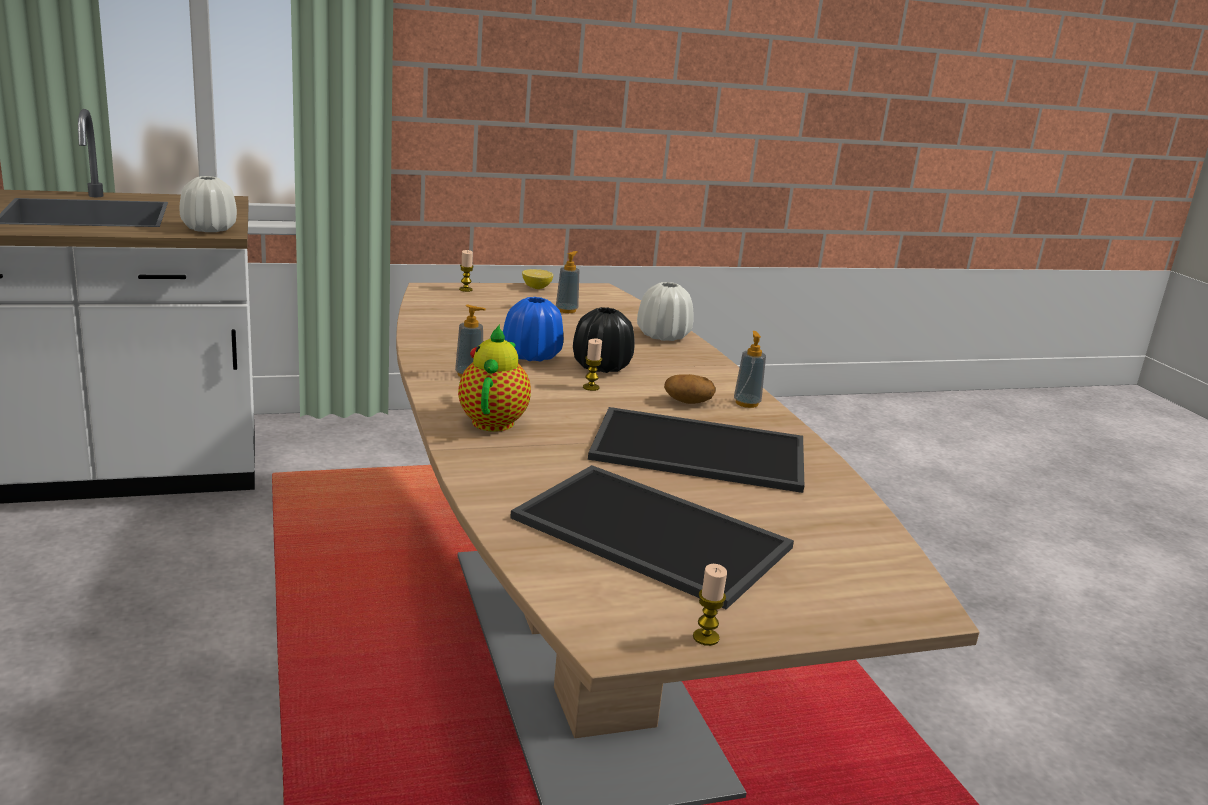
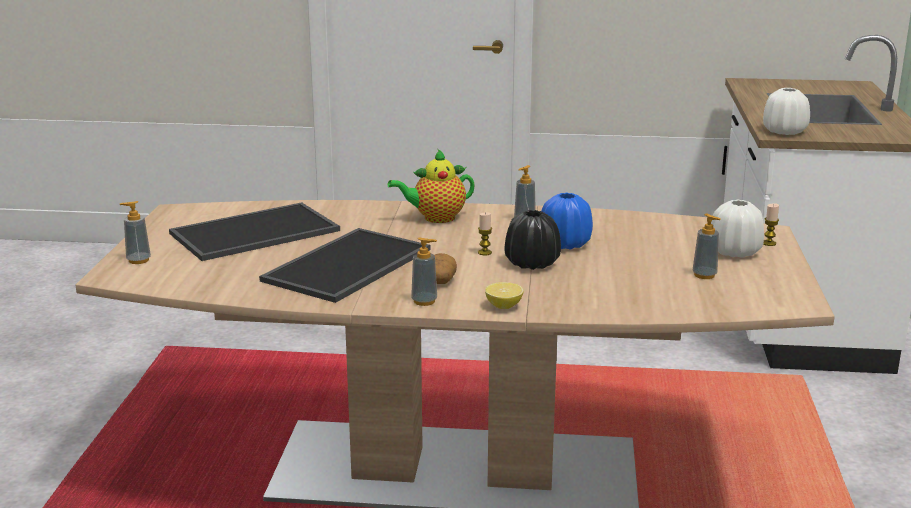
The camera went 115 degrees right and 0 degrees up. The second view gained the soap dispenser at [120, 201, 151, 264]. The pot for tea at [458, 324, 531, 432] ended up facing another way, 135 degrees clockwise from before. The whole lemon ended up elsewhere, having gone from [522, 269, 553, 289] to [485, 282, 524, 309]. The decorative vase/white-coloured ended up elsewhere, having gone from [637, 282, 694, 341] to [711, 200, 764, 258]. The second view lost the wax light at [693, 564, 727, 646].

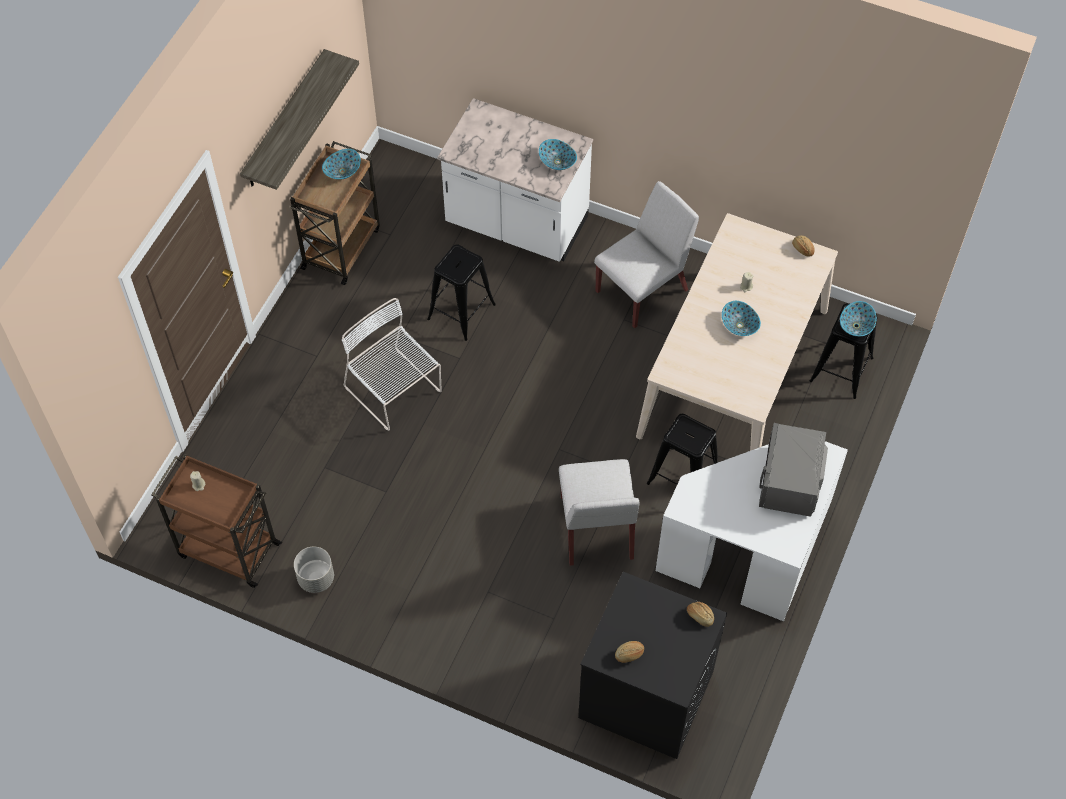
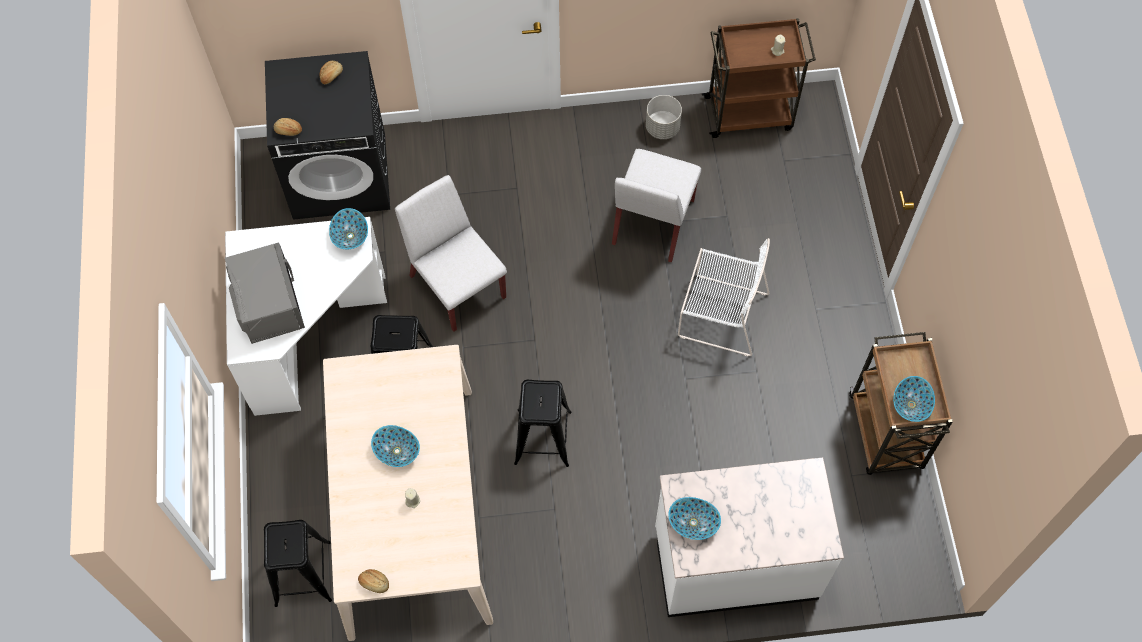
The camera went 150 degrees right and 5 degrees up. The deep dish ended up elsewhere, having gone from [840, 301, 877, 336] to [329, 208, 368, 249]. The sitting stool/black-coloured ended up elsewhere, having gone from [427, 244, 496, 341] to [514, 380, 571, 467]. The chair/white-coloured ended up elsewhere, having gone from [594, 181, 699, 328] to [612, 149, 701, 262]. The second view lost the wall shelf at [240, 49, 359, 190].

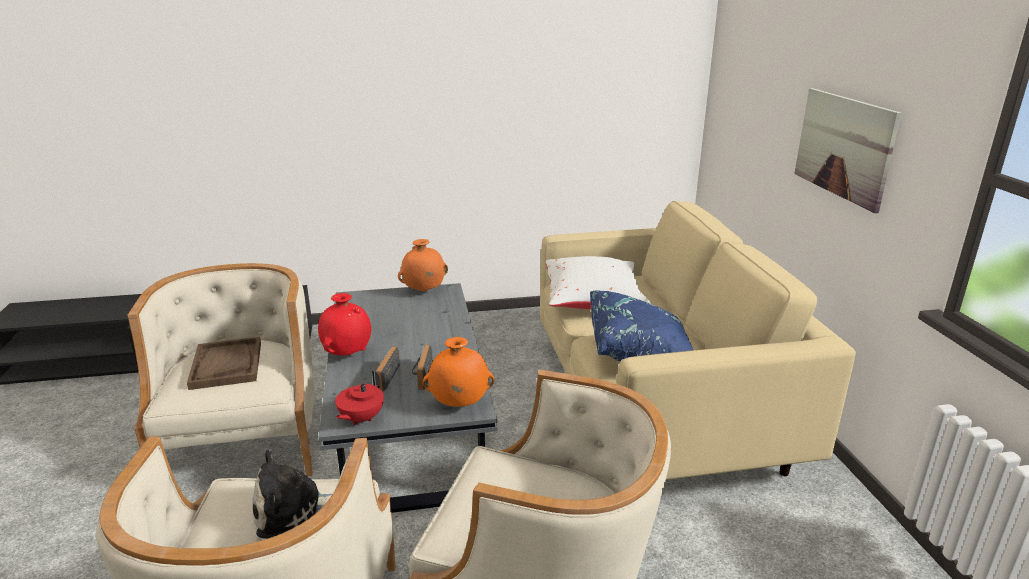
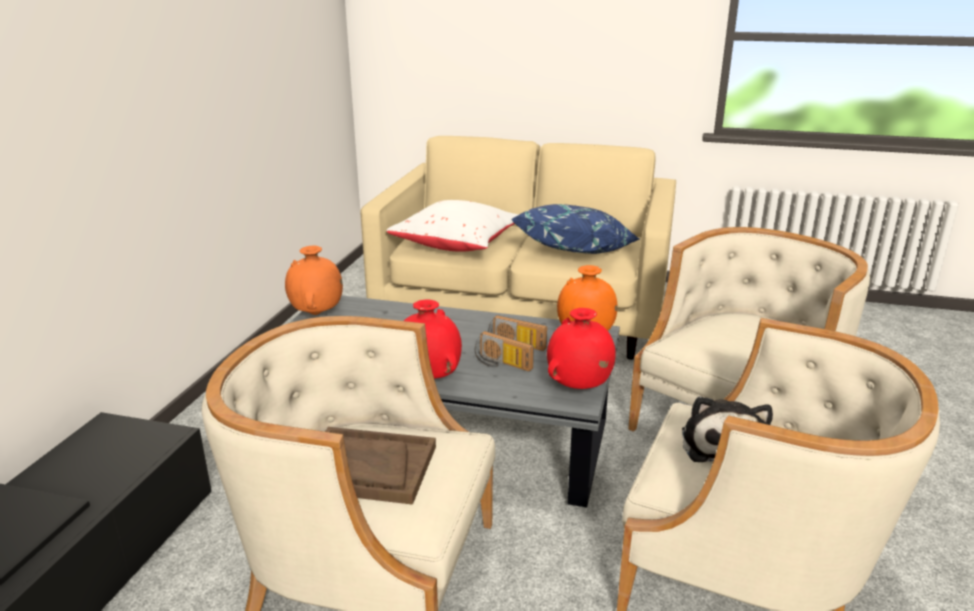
The camera went 65 degrees left and 0 degrees up. Where the pot for tea/red stood at [335, 371, 384, 425], the decorative vase/red came to stand at [547, 308, 616, 389]. The second view lost the wall picture at [794, 88, 901, 213].

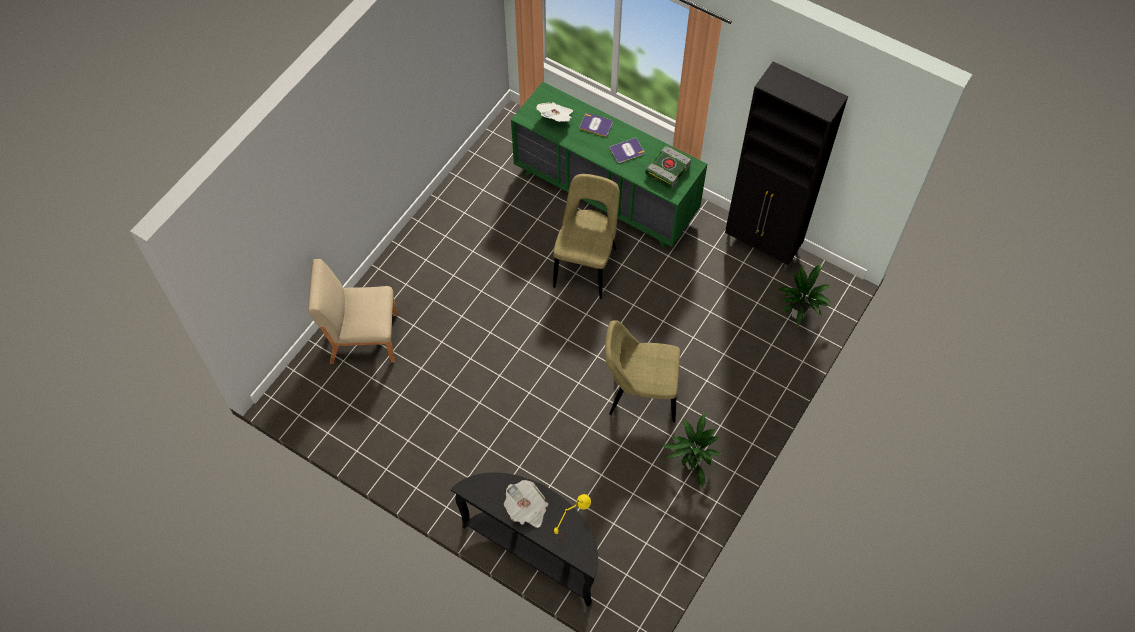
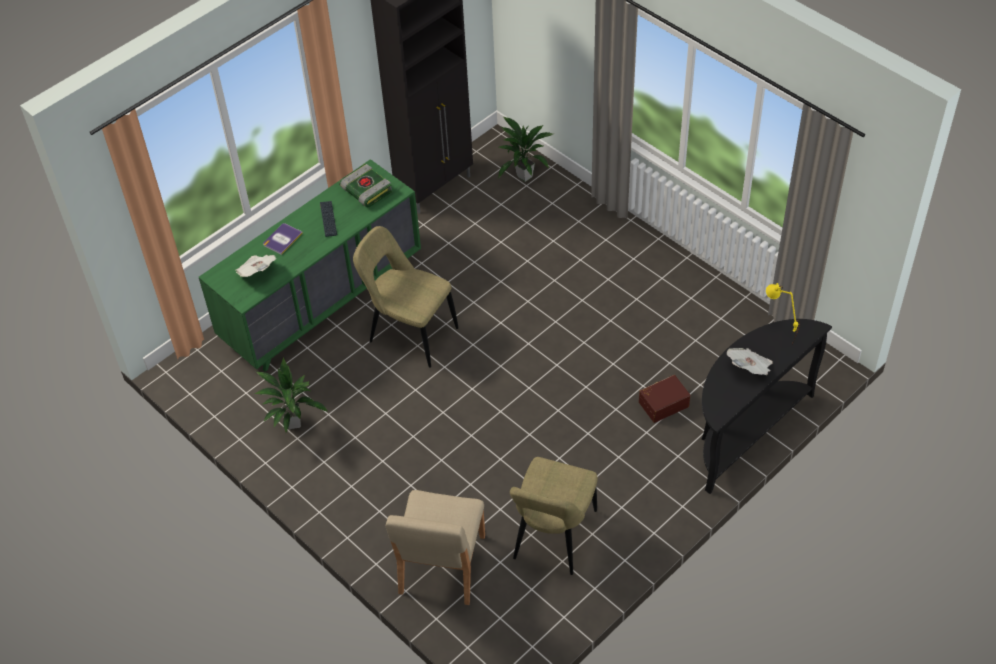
The camera went 75 degrees left and 10 degrees down. The houseplant ended up elsewhere, having gone from [662, 412, 722, 488] to [254, 357, 328, 432]. Where the volume stood at [609, 138, 644, 163], the PC keyboard came to stand at [320, 201, 337, 237]. The chair/sand-coloured ended up elsewhere, having gone from [605, 320, 680, 423] to [510, 457, 598, 575]. The second view gained the storage container/brownish at [639, 375, 690, 423].

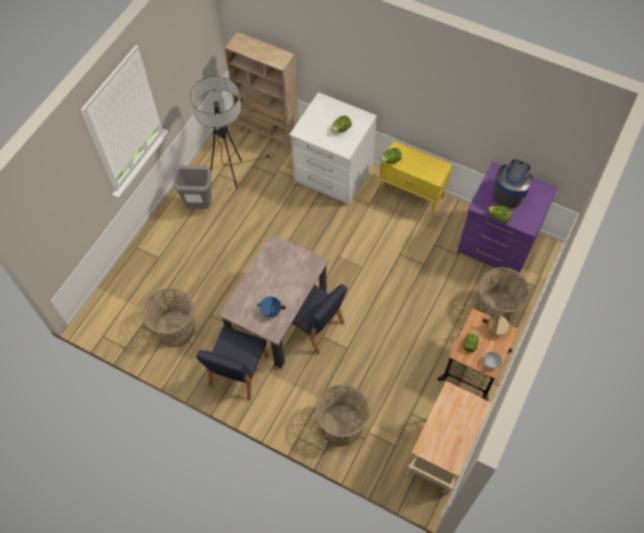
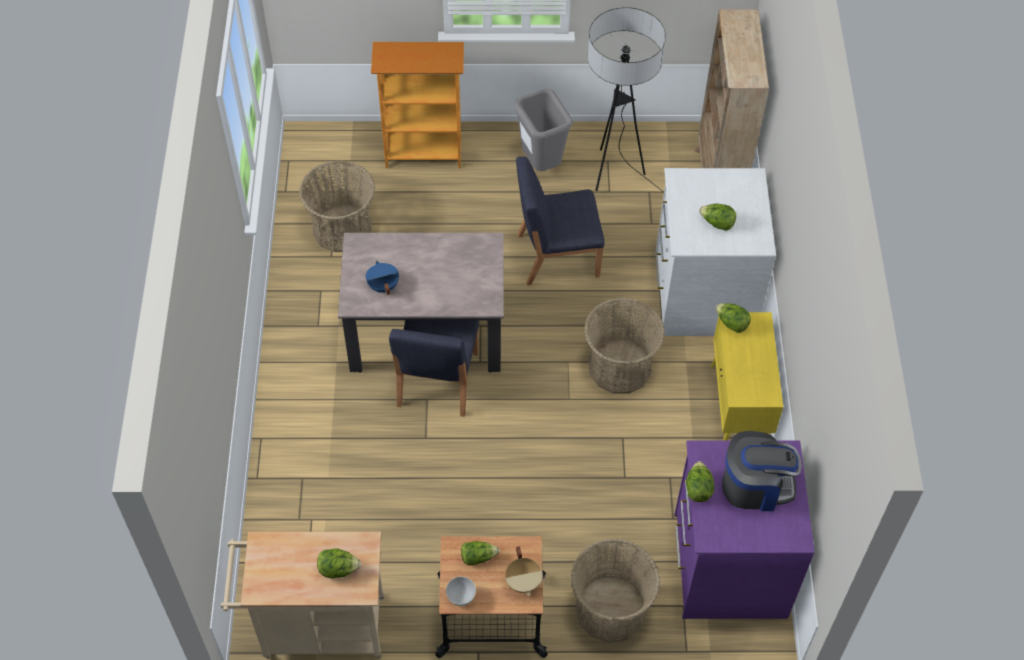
The camera went 60 degrees right and 5 degrees down. The second view gained the lettuce at [317, 548, 361, 578]. The second view gained the shelving unit at [371, 42, 464, 168]. The chair/bluish ended up elsewhere, having gone from [196, 327, 269, 401] to [516, 156, 605, 286]. The storage basket ended up elsewhere, having gone from [315, 384, 370, 446] to [584, 298, 665, 394].

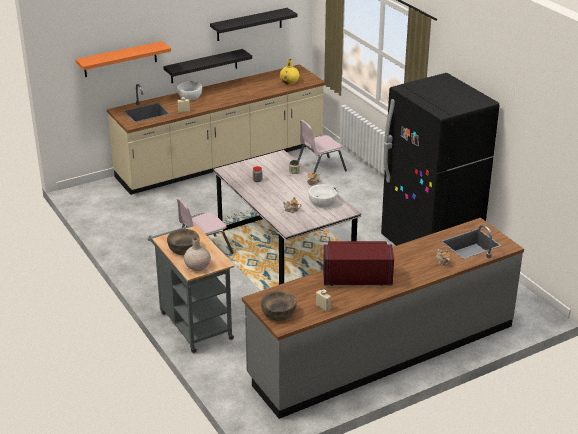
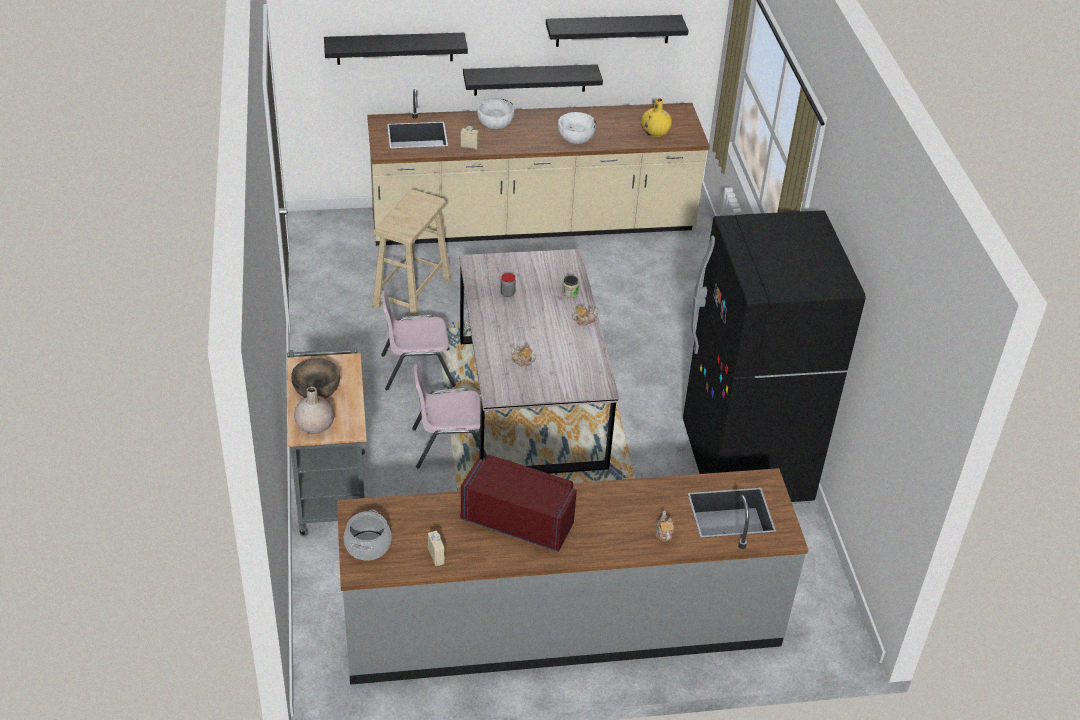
The camera went 20 degrees right and 10 degrees up. What was the wall shelf/orangey at [75, 41, 171, 77] turned into the wall shelf/black-coloured at [324, 33, 468, 65]. Where the deep dish/brownish stood at [261, 291, 297, 321], the saucepot came to stand at [344, 510, 392, 561]. The second view gained the sitting stool/sand-coloured at [372, 190, 451, 316]. The chair/pink ended up elsewhere, having gone from [297, 120, 347, 174] to [412, 364, 487, 468]. The deep dish/white-coloured ended up elsewhere, having gone from [308, 184, 338, 208] to [558, 112, 596, 144].

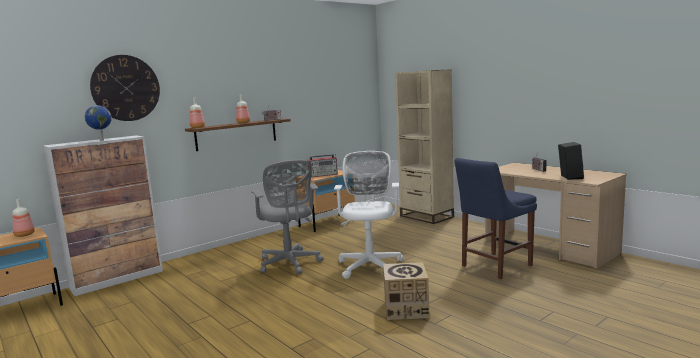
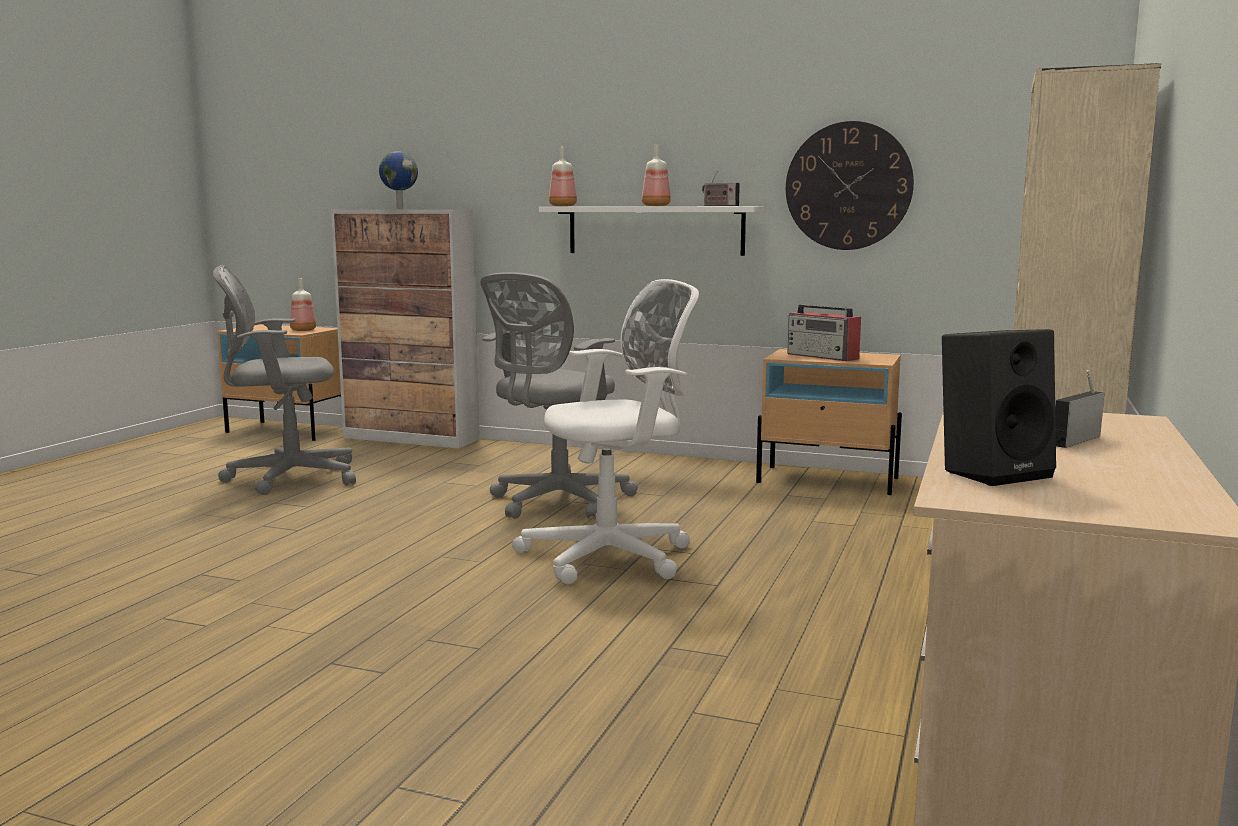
The camera went 60 degrees right and 0 degrees up. The second view gained the computer chair/gray at [213, 265, 356, 495]. What was the wall shelf/brownish at [185, 119, 291, 151] turned into the wall shelf/white-coloured at [539, 206, 764, 256]. The wall clock ended up elsewhere, having gone from [90, 55, 160, 121] to [786, 121, 914, 250]. The second view lost the cardboard box at [383, 262, 429, 320]. The second view lost the chair/bluish at [455, 158, 537, 279].

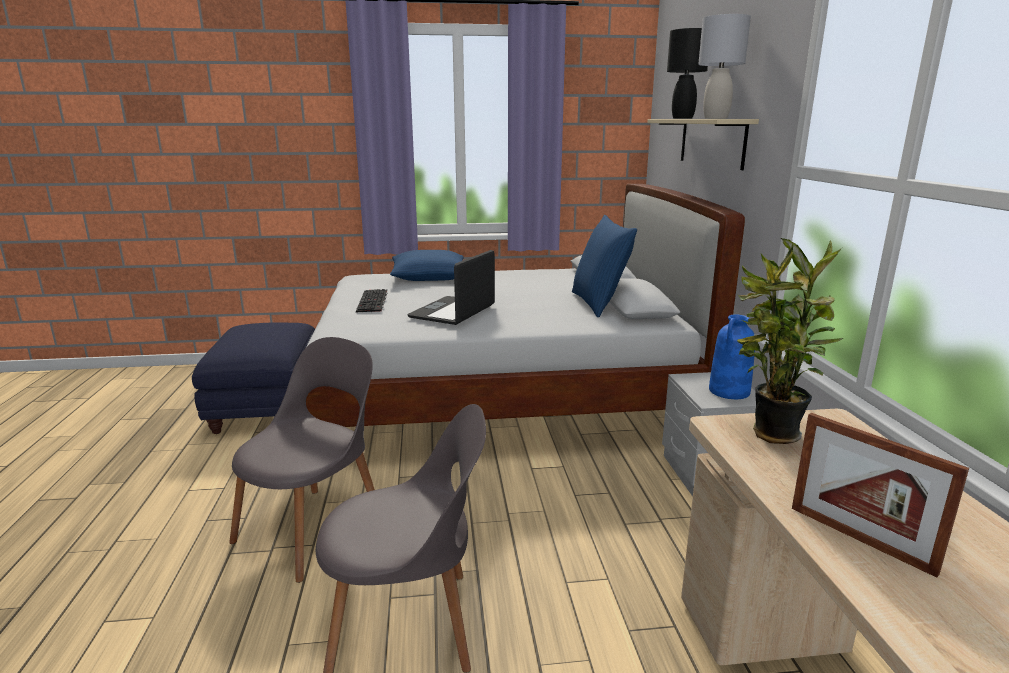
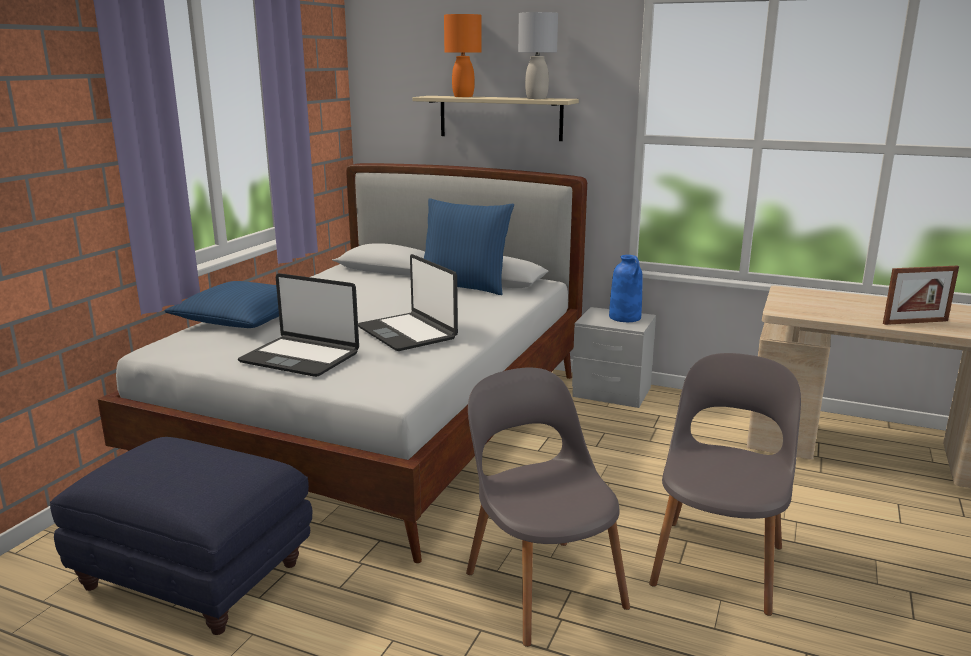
The camera went 60 degrees left and 0 degrees up. Where the PC keyboard stood at [356, 289, 388, 312], the portable computer came to stand at [238, 273, 359, 377]. What was the lamp for a table/black-coloured at [667, 28, 708, 119] turned into the lamp for a table/orangey at [444, 14, 482, 97]. The second view lost the houseplant at [737, 238, 843, 444].

